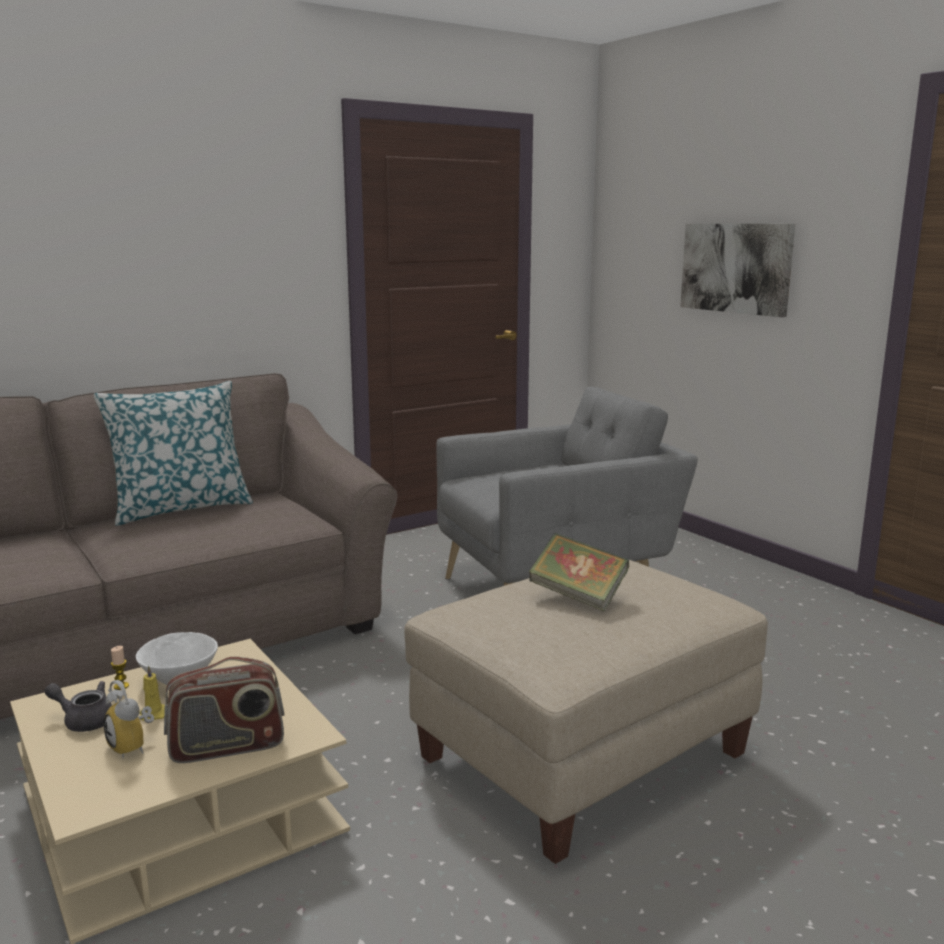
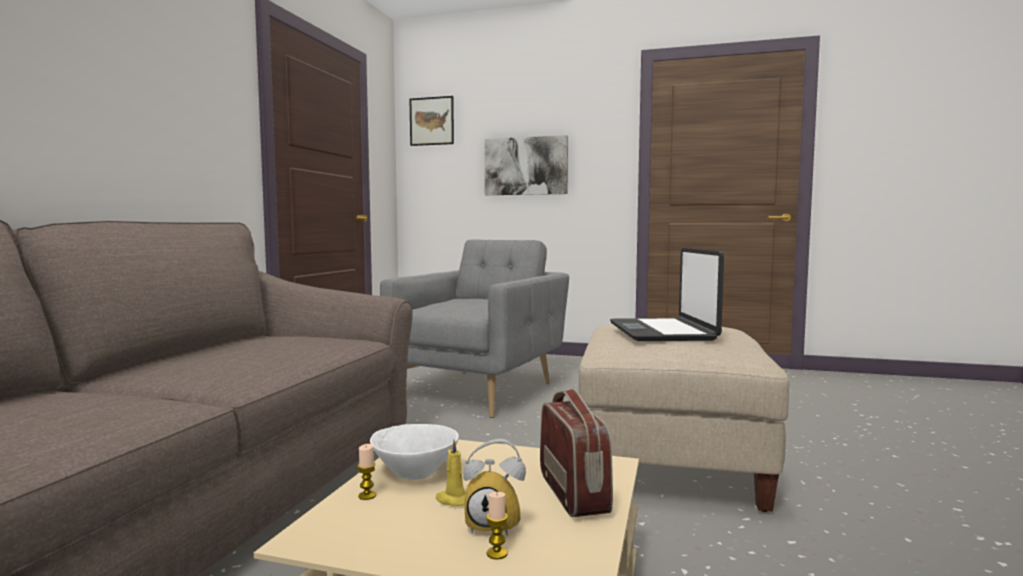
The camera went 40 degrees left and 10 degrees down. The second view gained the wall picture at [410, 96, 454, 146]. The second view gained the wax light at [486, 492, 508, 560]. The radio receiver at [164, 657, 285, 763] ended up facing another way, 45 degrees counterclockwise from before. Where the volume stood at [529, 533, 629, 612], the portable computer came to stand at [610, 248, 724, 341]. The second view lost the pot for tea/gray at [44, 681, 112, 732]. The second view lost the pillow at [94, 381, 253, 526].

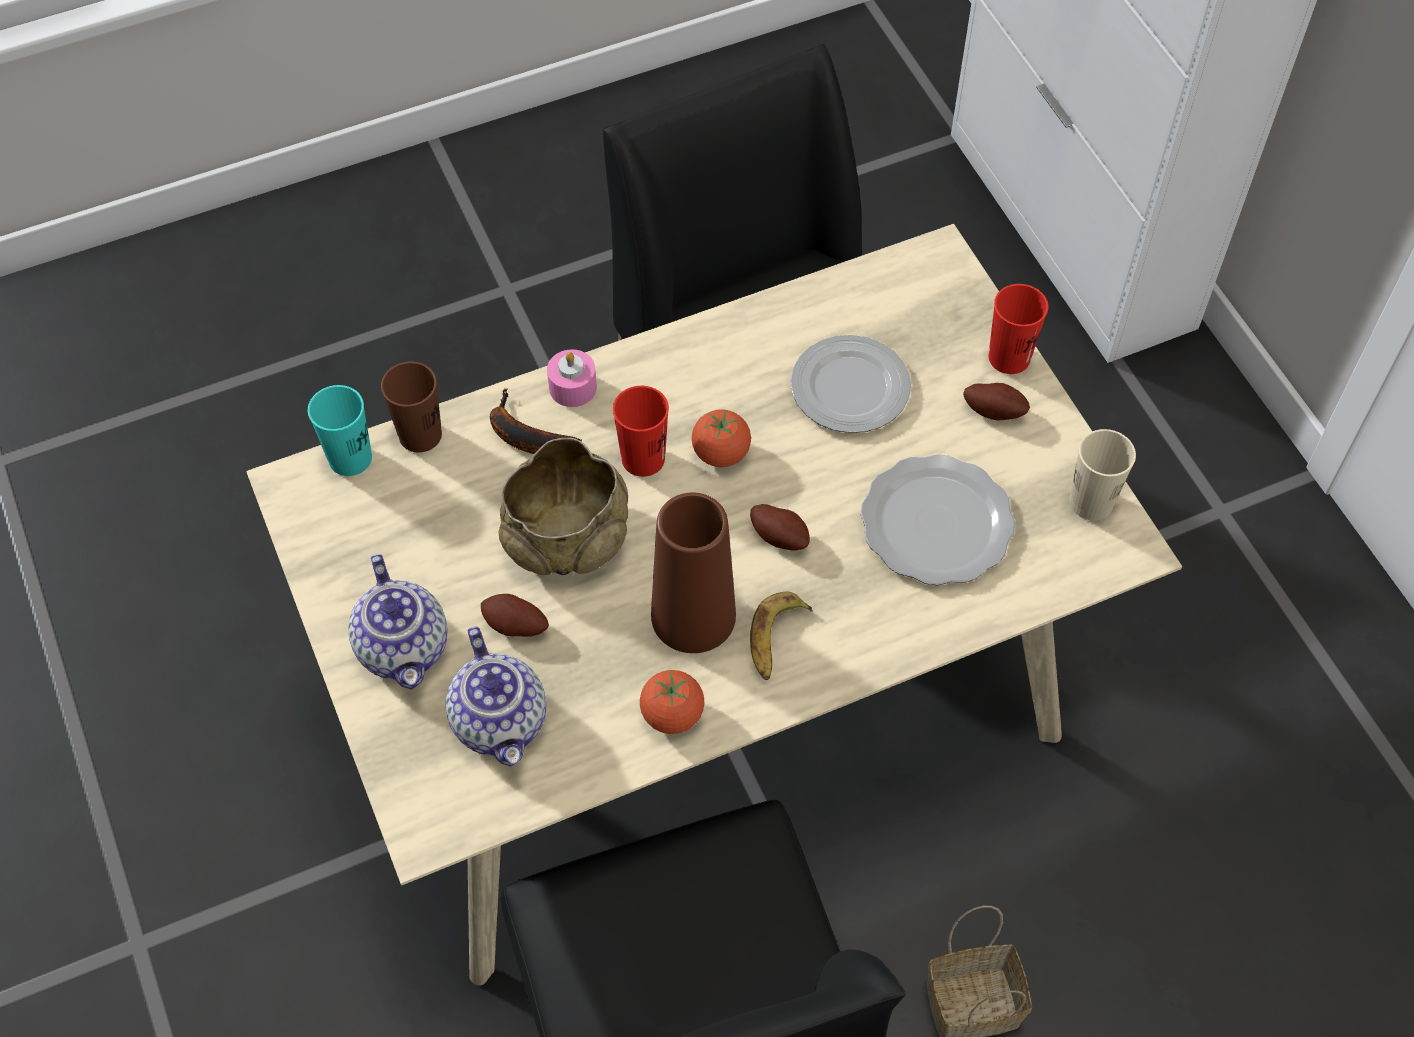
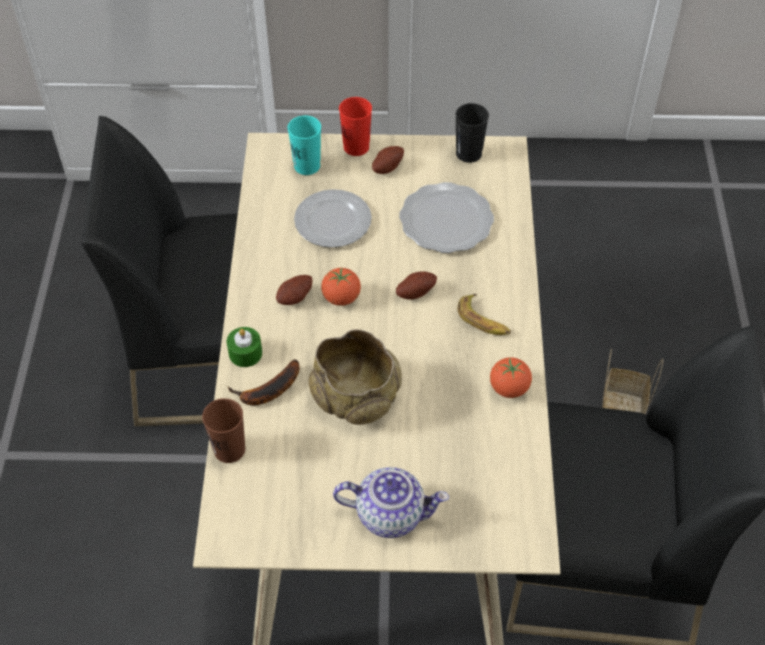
The camera went 65 degrees left and 5 degrees down. What was the wax light/pink at [547, 349, 597, 407] turned into the wax light/green-coloured at [227, 327, 262, 367]. The spud ended up elsewhere, having gone from [481, 594, 549, 637] to [276, 275, 312, 305]. The small cup/turquoise ended up elsewhere, having gone from [308, 385, 372, 476] to [288, 115, 321, 175]. What was the small cup/sand-coloured at [1069, 429, 1136, 520] turned into the small cup/black-coloured at [456, 103, 489, 163]. The second view lost the pot for tea at [446, 626, 546, 767]. The second view lost the small cup/red at [613, 386, 669, 477]. The second view lost the decorative vase/brownish at [651, 493, 736, 653].

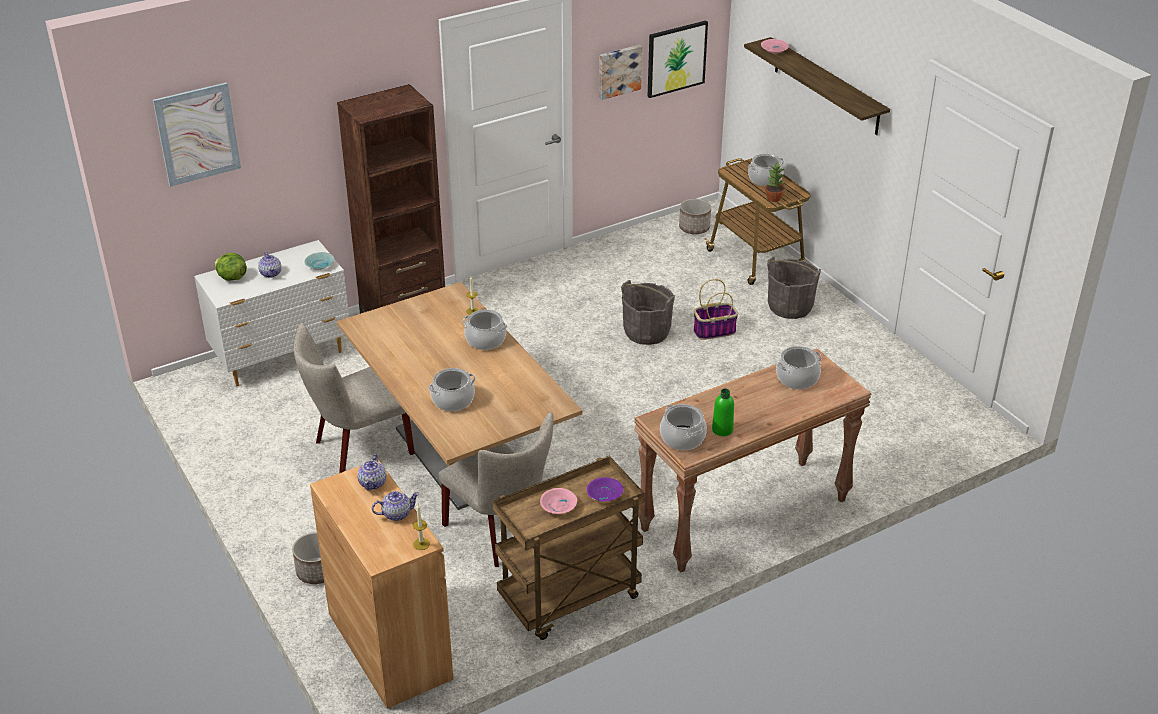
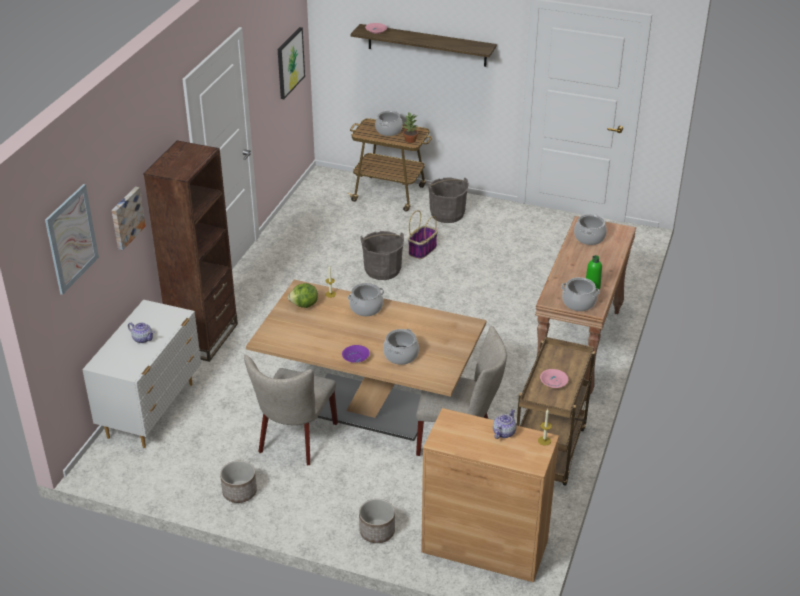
The camera went 40 degrees left and 0 degrees up. The wall picture ended up elsewhere, having gone from [599, 45, 642, 100] to [112, 187, 146, 251]. The flower pot ended up elsewhere, having gone from [679, 199, 711, 234] to [220, 460, 257, 503]. The lettuce ended up elsewhere, having gone from [215, 253, 247, 281] to [288, 283, 318, 308]. The deep dish/purple ended up elsewhere, having gone from [587, 477, 623, 502] to [342, 345, 370, 363]. The second view lost the deep dish/turquoise at [305, 252, 334, 270]. The second view lost the pot for tea at [357, 454, 387, 491].

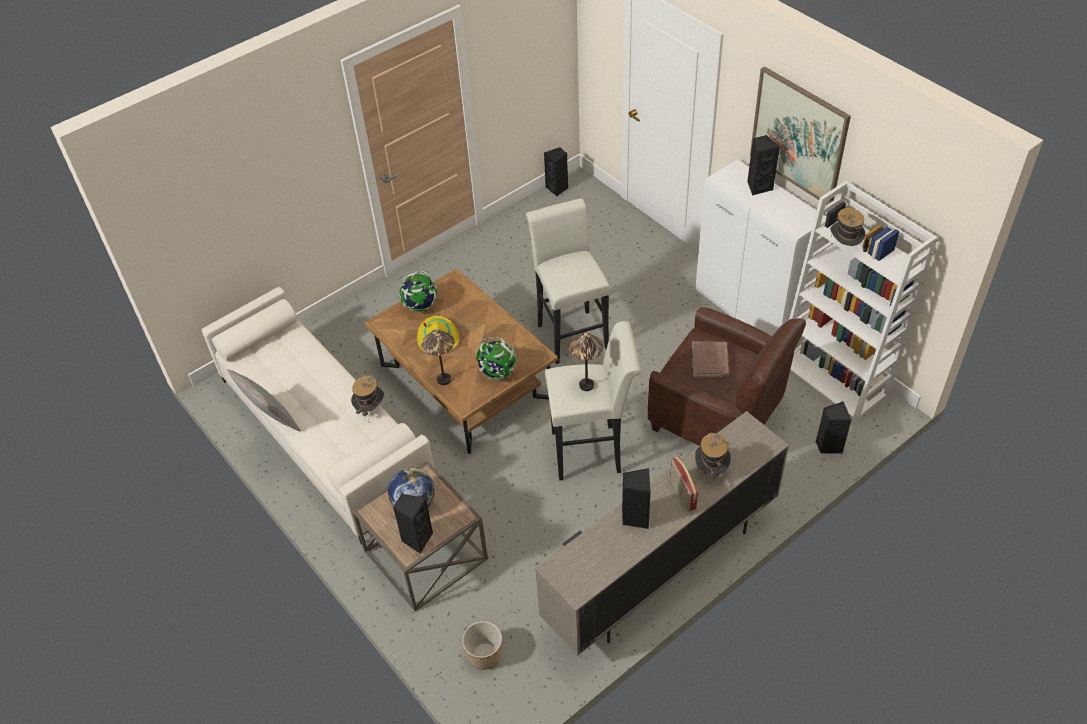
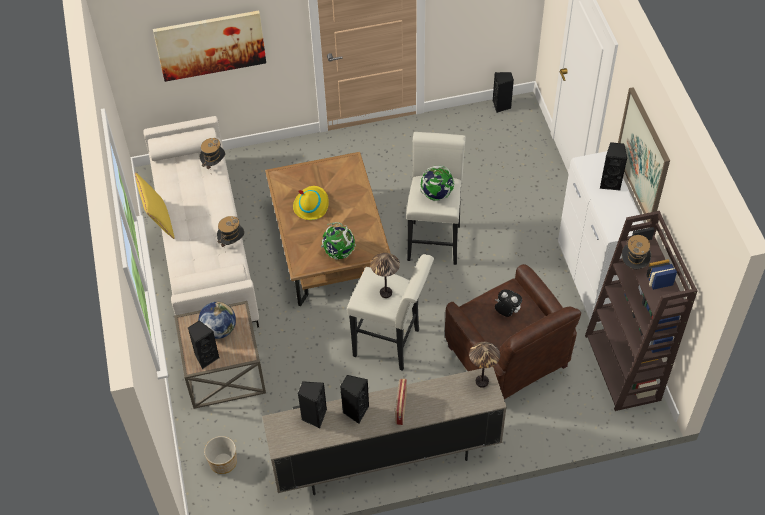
The camera went 25 degrees right and 5 degrees up. What was the pillow/gray at [227, 369, 300, 431] turned into the pillow/yellow at [135, 172, 174, 239]. The second view gained the wall picture at [153, 11, 266, 82]. The hat ended up elsewhere, having gone from [695, 433, 731, 479] to [199, 138, 225, 169]. The loudspeaker/black-coloured ended up elsewhere, having gone from [816, 401, 852, 454] to [298, 381, 327, 428]. The world globe ended up elsewhere, having gone from [400, 271, 437, 312] to [420, 165, 455, 201]. The lamp for a table ended up elsewhere, having gone from [421, 329, 454, 385] to [469, 342, 500, 388]. Where the volume/brownish stood at [692, 341, 730, 378], the cuddly toy came to stand at [495, 290, 522, 317]. What was the shelving unit/white-coloured at [789, 181, 938, 422] turned into the shelving unit/brownish at [585, 211, 698, 411].

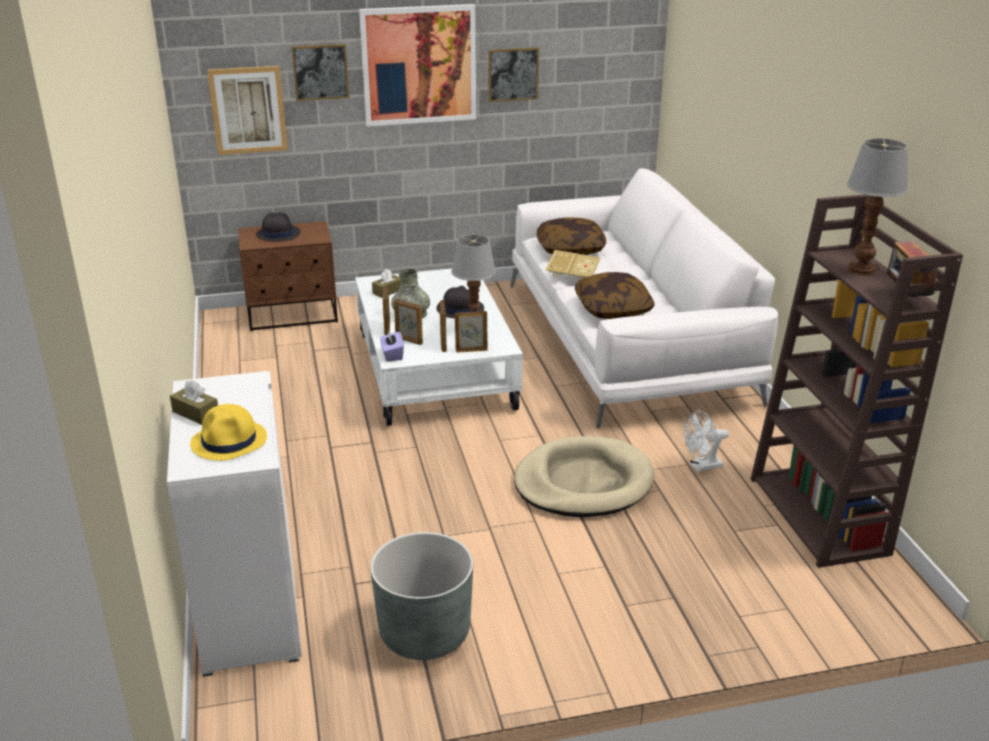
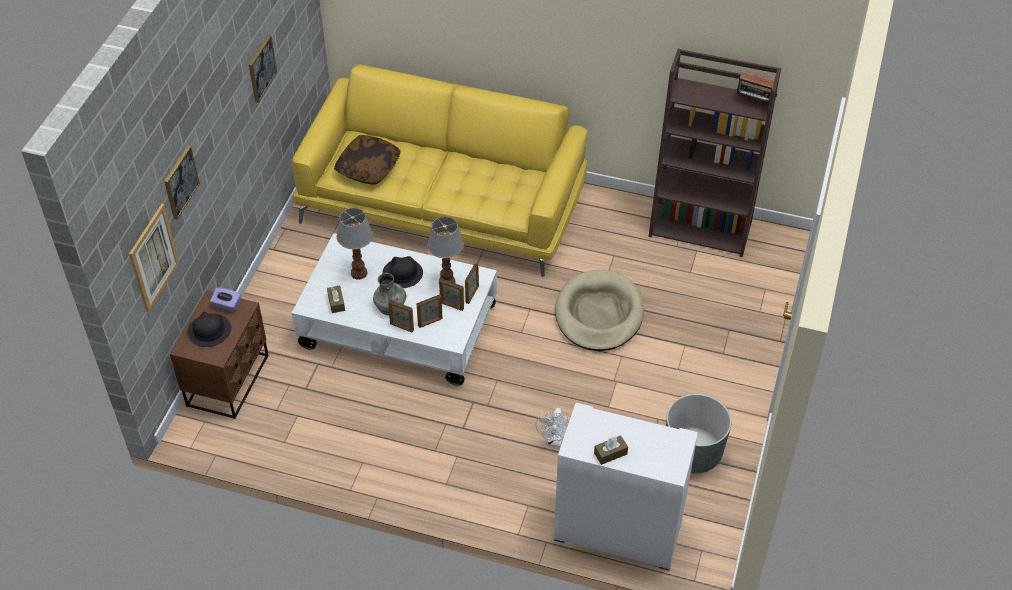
The camera went 60 degrees left and 20 degrees up. The box of tissues/purple ended up elsewhere, having gone from [380, 331, 404, 361] to [210, 287, 241, 312]. What was the settee/white-coloured at [510, 168, 778, 429] turned into the settee/yellow at [292, 64, 587, 277]. The lamp for a table ended up elsewhere, having gone from [847, 138, 908, 276] to [337, 208, 373, 280]. The fan/white-coloured ended up elsewhere, having gone from [683, 410, 729, 472] to [536, 408, 570, 447]. The second view lost the hat/yellow at [190, 404, 267, 461]. The second view lost the wall picture at [359, 4, 476, 126]. The second view lost the volume at [546, 250, 601, 280]. The second view lost the pillow at [575, 272, 654, 319].

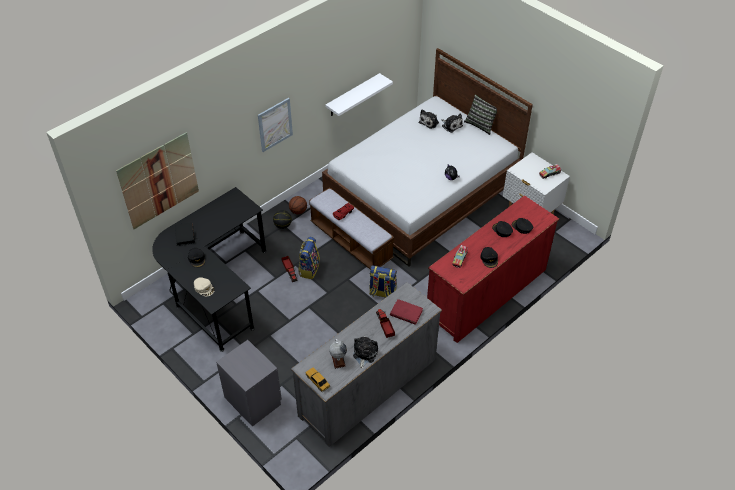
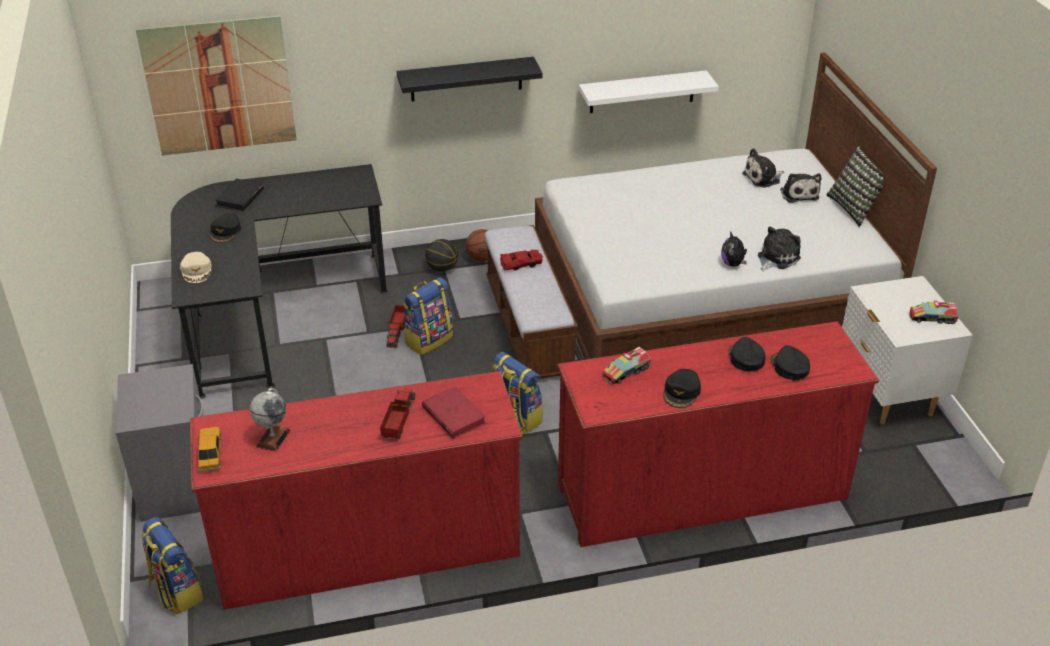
The camera went 30 degrees right and 10 degrees down. The second view gained the backpack at [141, 517, 204, 614]. What was the chest of drawers/gray at [291, 282, 442, 447] turned into the chest of drawers/red at [190, 371, 522, 610]. Where the wall picture hung at [258, 98, 293, 152], the wall shelf/black-coloured came to hang at [397, 57, 543, 101]. The cuddly toy ended up elsewhere, having gone from [353, 337, 378, 369] to [758, 227, 801, 271].

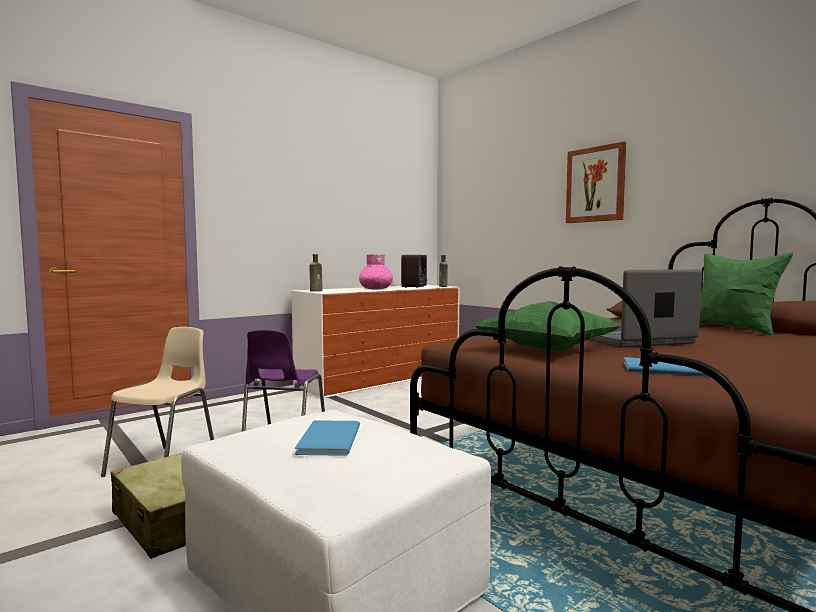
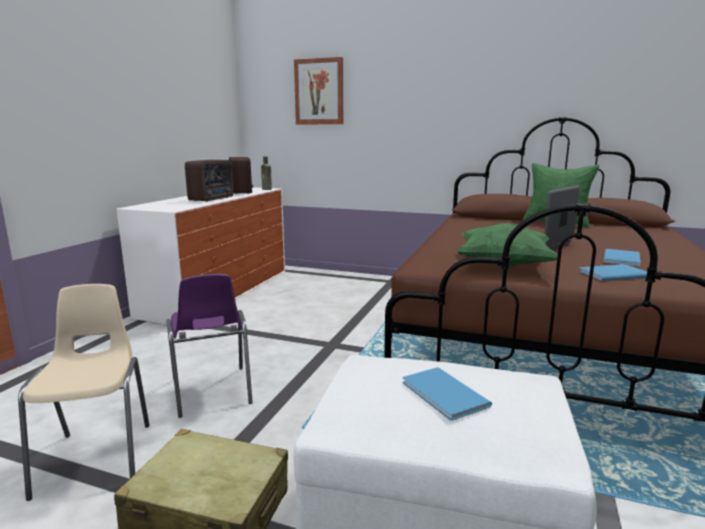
The camera went 30 degrees left and 10 degrees up. Where the decorative vase/pink stood at [359, 255, 393, 290], the radio receiver came to stand at [185, 160, 233, 202]. The wall picture ended up elsewhere, having gone from [566, 142, 626, 223] to [294, 57, 343, 125]. The second view gained the volume/bluish at [603, 249, 640, 267]. The second view lost the bottle/brownish at [309, 254, 323, 292].

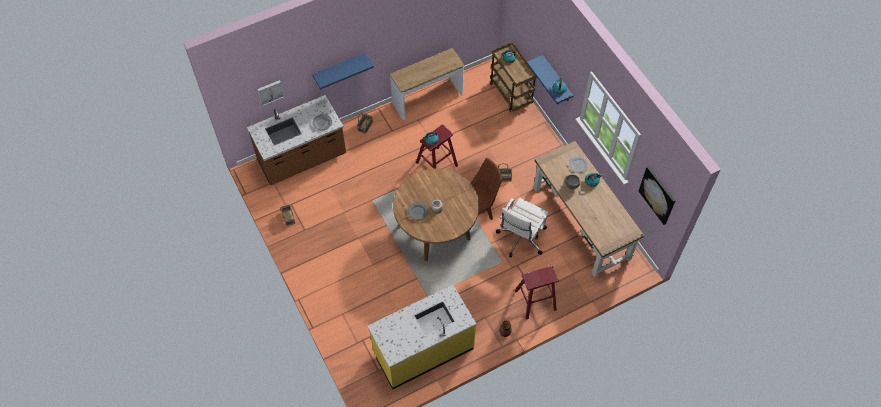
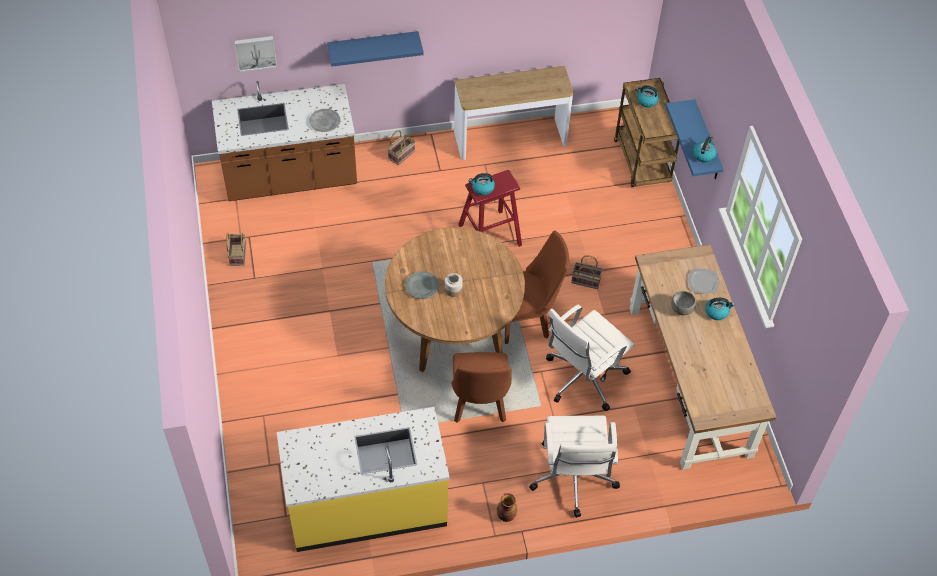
The camera went 15 degrees right and 5 degrees down. The second view gained the chair/brownish at [451, 352, 512, 423]. Where the sitting stool/red stood at [515, 266, 559, 320], the computer chair/white-coloured came to stand at [529, 416, 620, 518]. The second view lost the wall picture at [639, 166, 675, 225].

